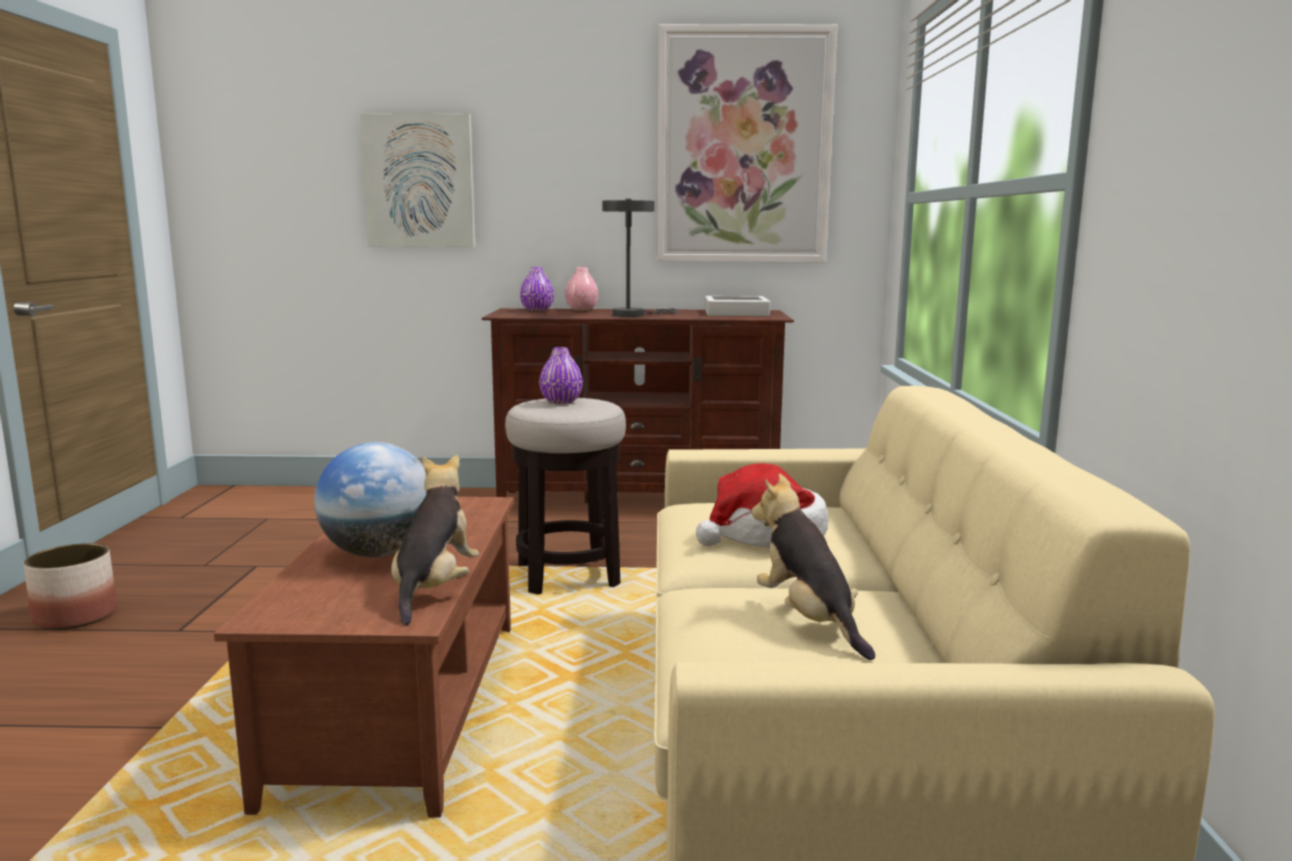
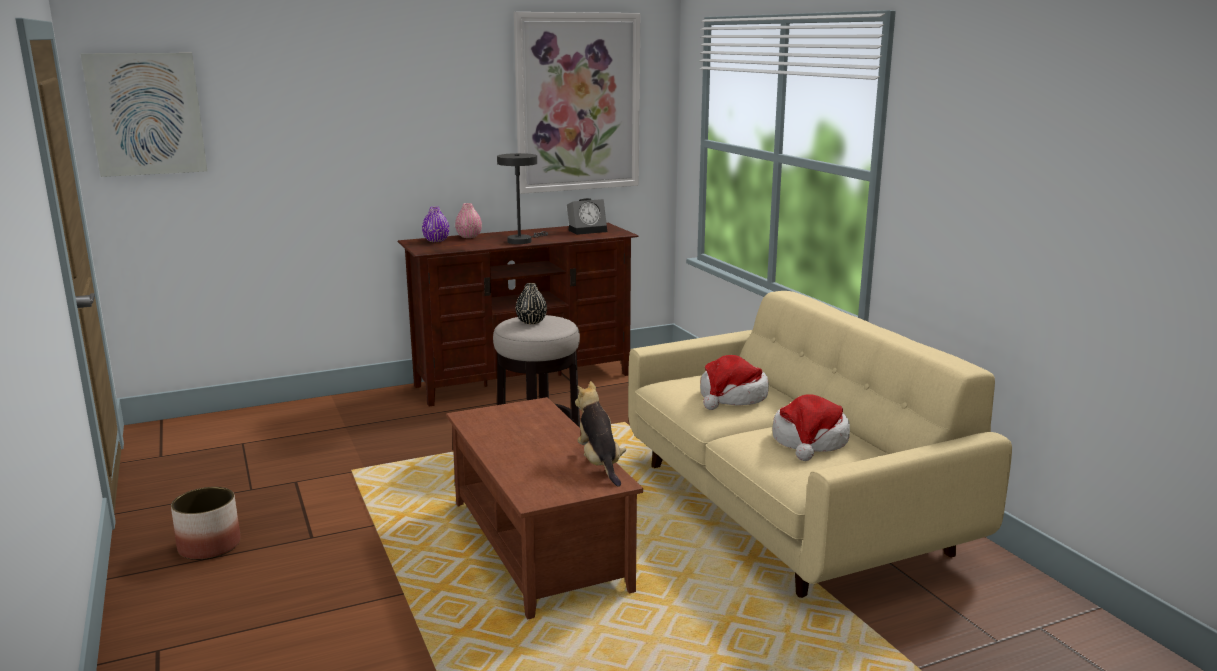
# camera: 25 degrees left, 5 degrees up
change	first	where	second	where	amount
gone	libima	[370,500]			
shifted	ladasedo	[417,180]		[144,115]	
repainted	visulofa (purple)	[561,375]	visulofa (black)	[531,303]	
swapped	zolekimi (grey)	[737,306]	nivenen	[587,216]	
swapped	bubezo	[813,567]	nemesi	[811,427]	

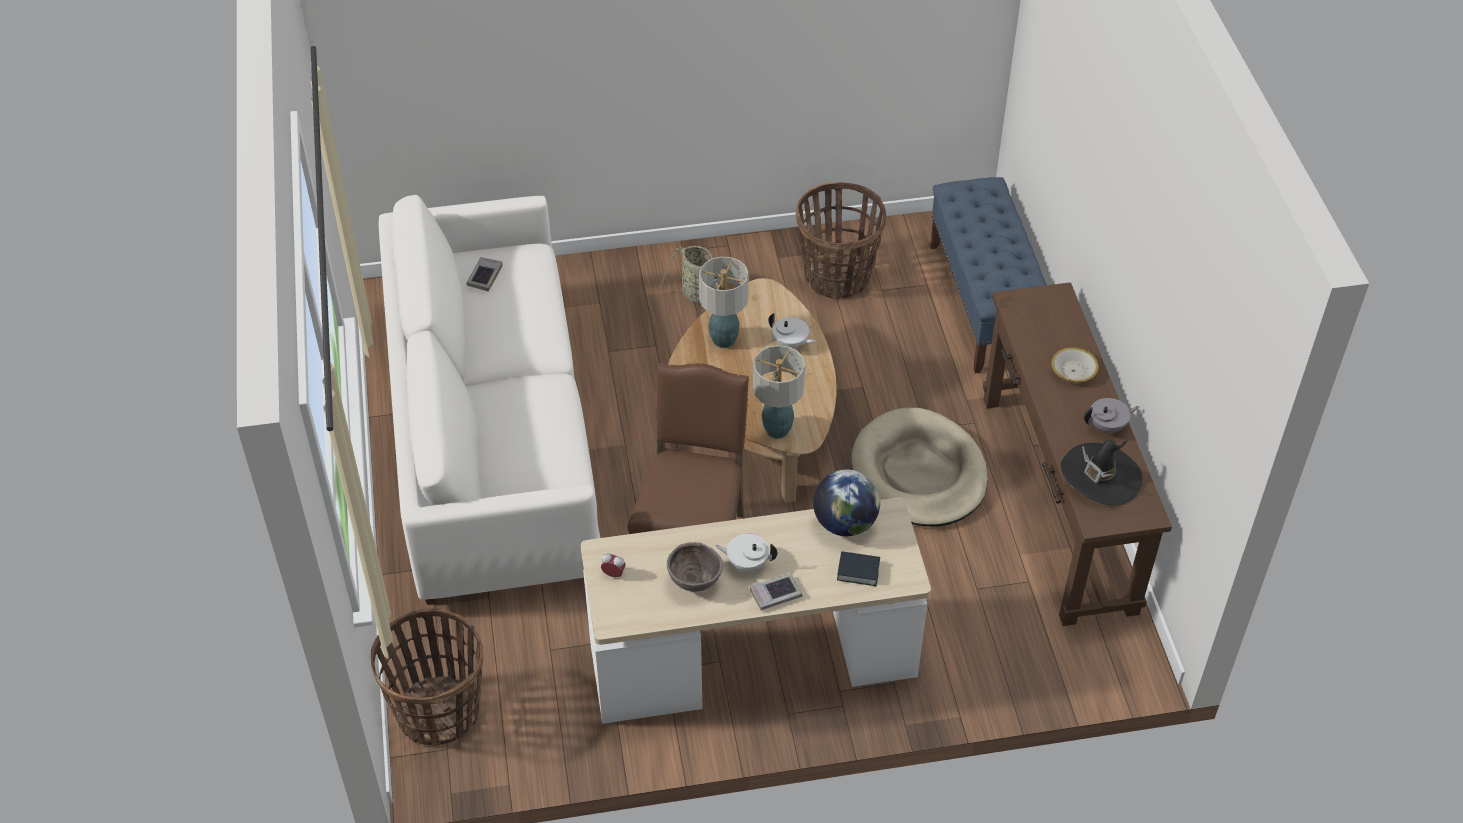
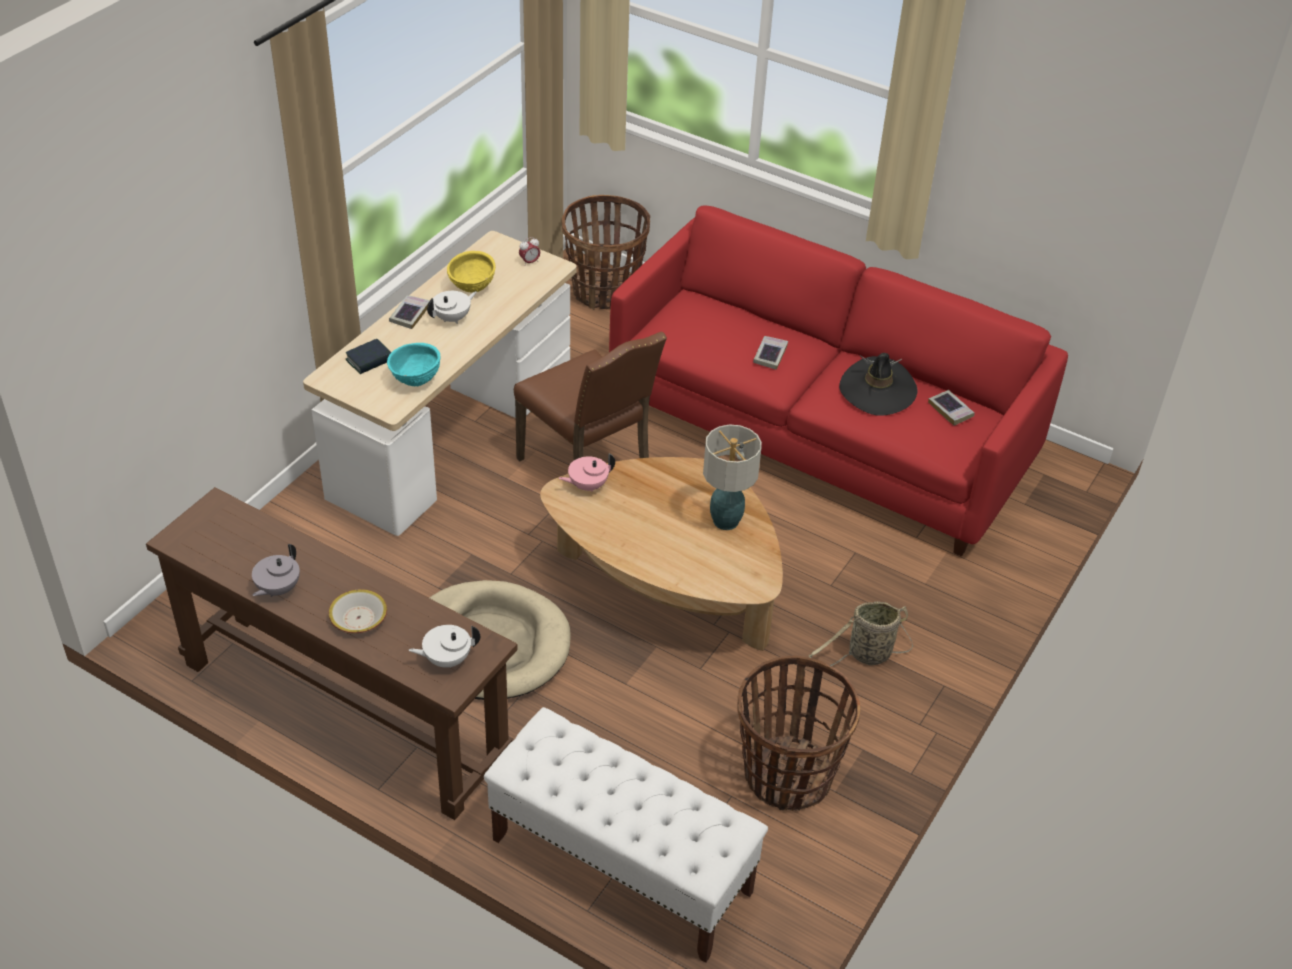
# camera: 130 degrees right, 5 degrees down
change	first	where	second	where	amount
repainted	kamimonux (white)	[489,400]	kamimonux (red)	[838,381]	
repainted	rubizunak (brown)	[695,567]	rubizunak (yellow)	[471,272]	
swapped	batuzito	[779,392]	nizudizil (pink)	[587,472]	
shifted	nizudizil (white)	[792,331]		[444,646]	
swapped	libima	[846,502]	rubizunak (turquoise)	[414,364]	
repainted	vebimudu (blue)	[988,275]	vebimudu (white)	[626,835]	
shifted	nemesi (black)	[1102,472]		[878,384]	
new			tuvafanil	[770,353]	

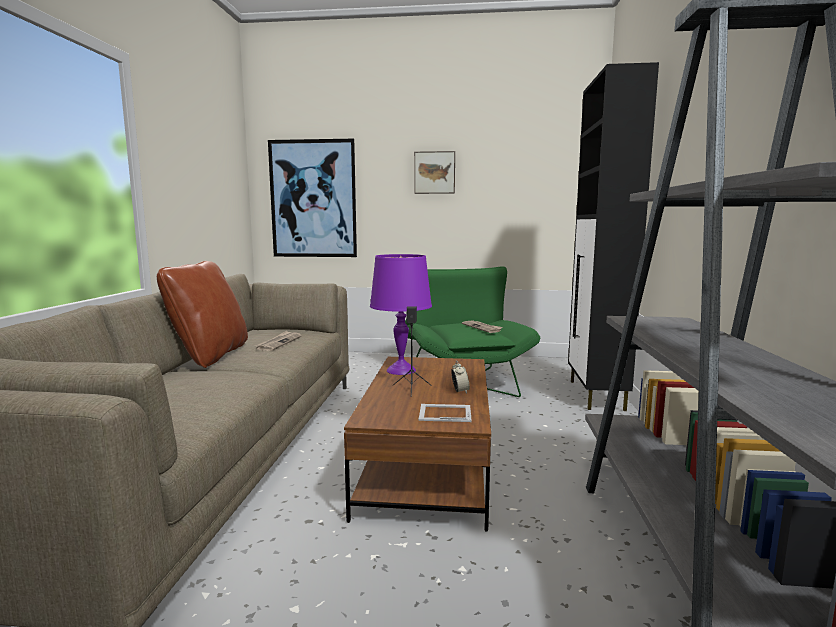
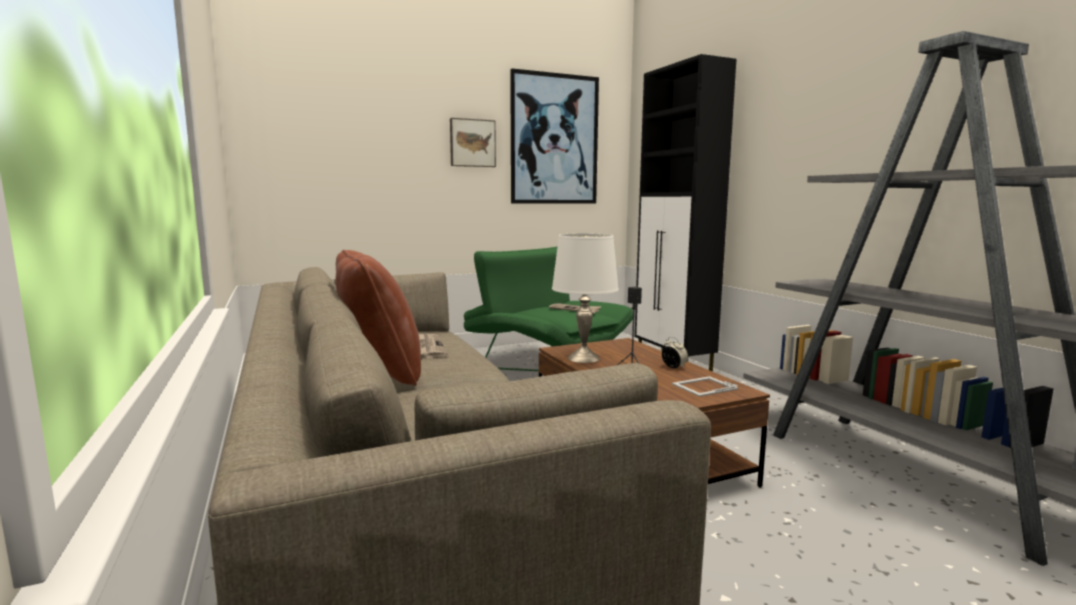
# camera: 30 degrees left, 0 degrees up
change	first	where	second	where	amount
shifted	ladasedo	[312,198]		[554,136]	
repainted	batuzito (purple)	[401,314]	batuzito (white)	[585,298]	

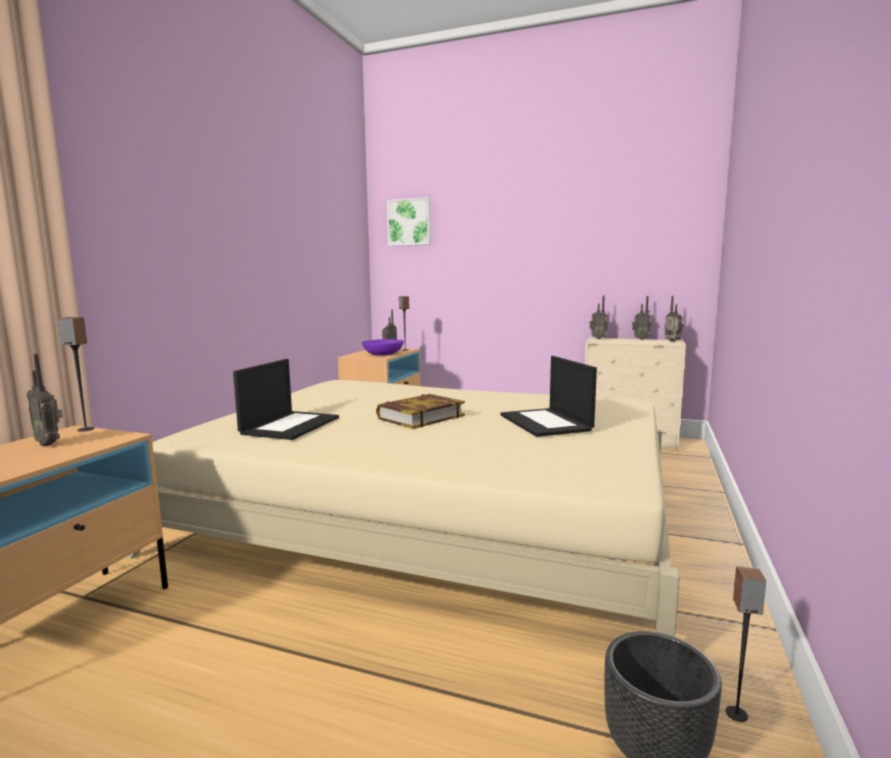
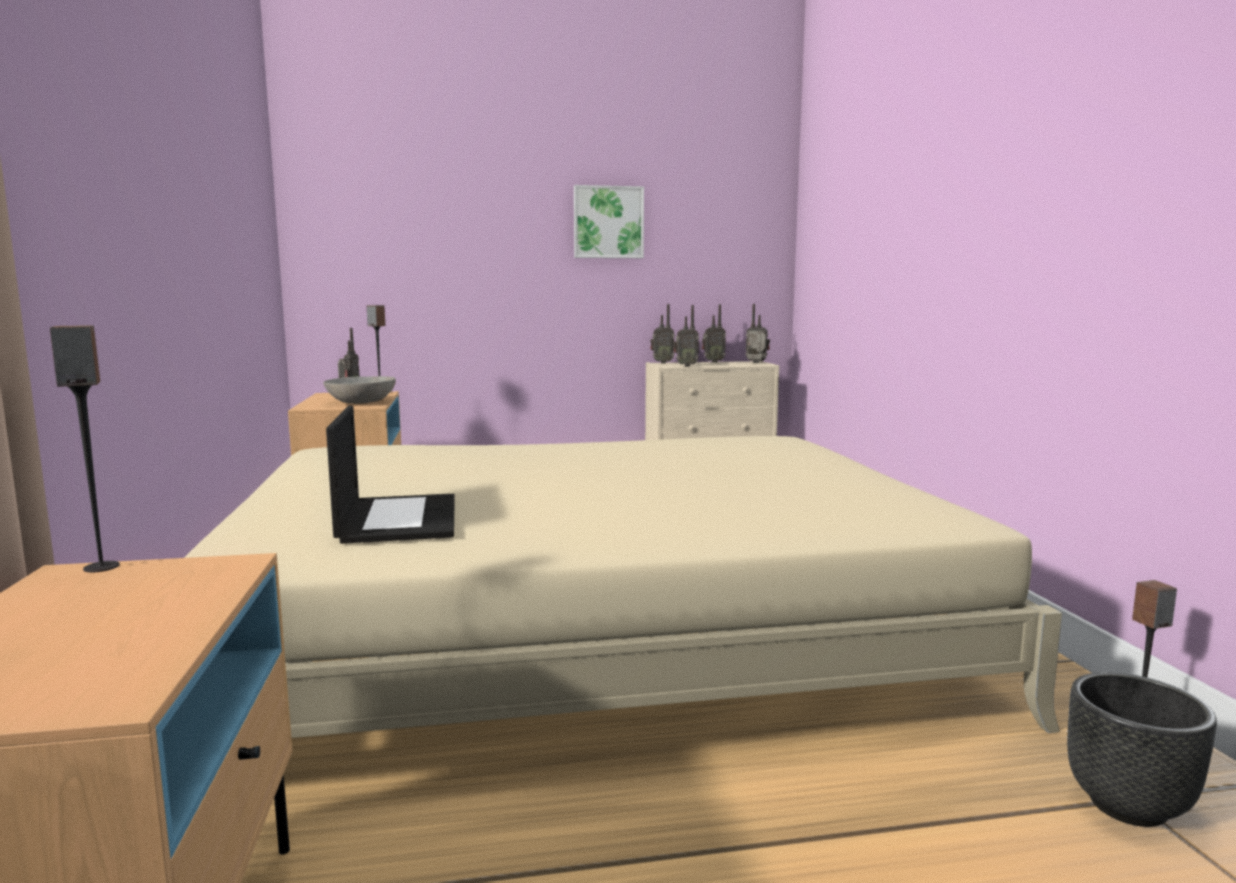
# camera: 30 degrees left, 0 degrees up
change	first	where	second	where	amount
shifted	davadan	[45,400]		[686,335]	
repainted	rubizunak (purple)	[383,347]	rubizunak (grey)	[359,390]	
gone	tuvafanil	[420,411]			
shifted	ladasedo	[409,221]		[609,221]	
gone	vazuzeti	[548,396]			

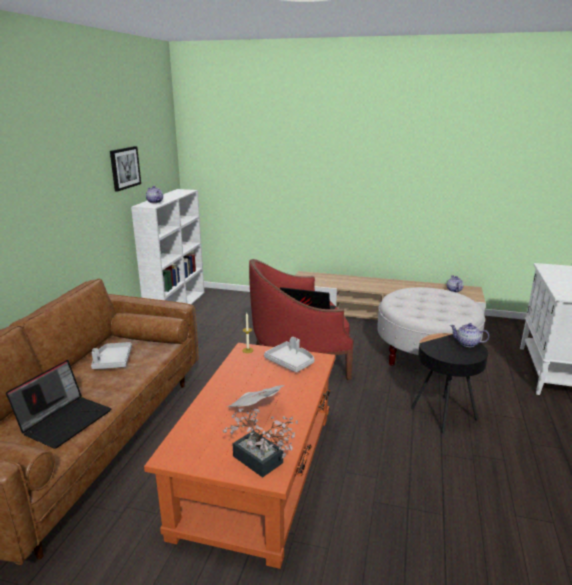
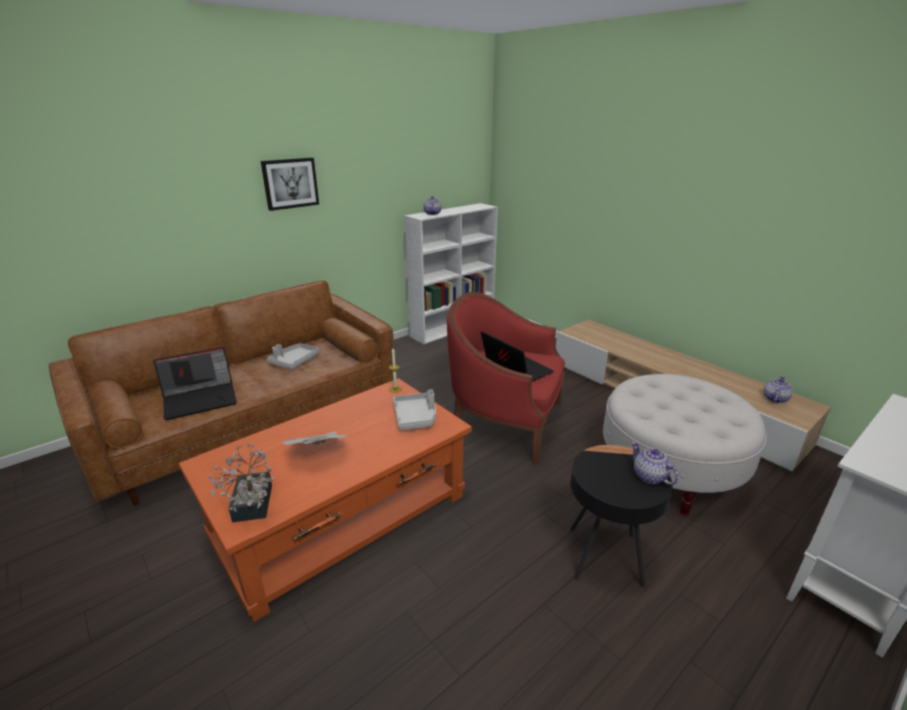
# camera: 35 degrees right, 5 degrees up
change	first	where	second	where	amount
shifted	ladasedo	[125,168]		[290,184]	

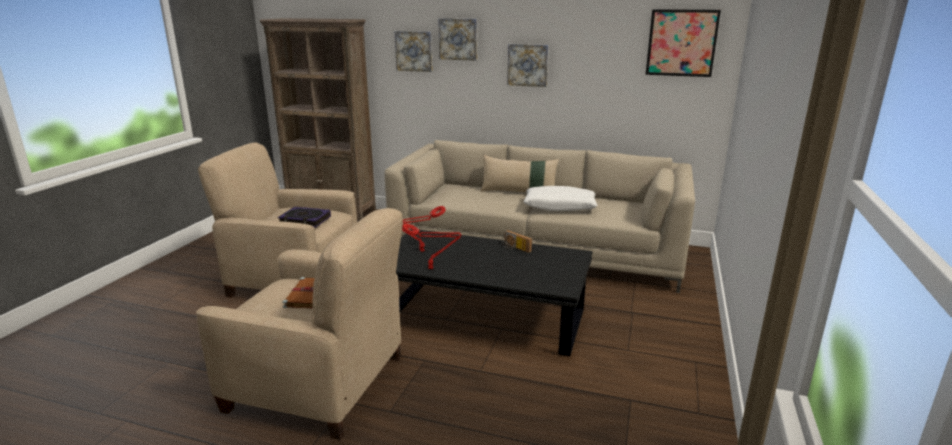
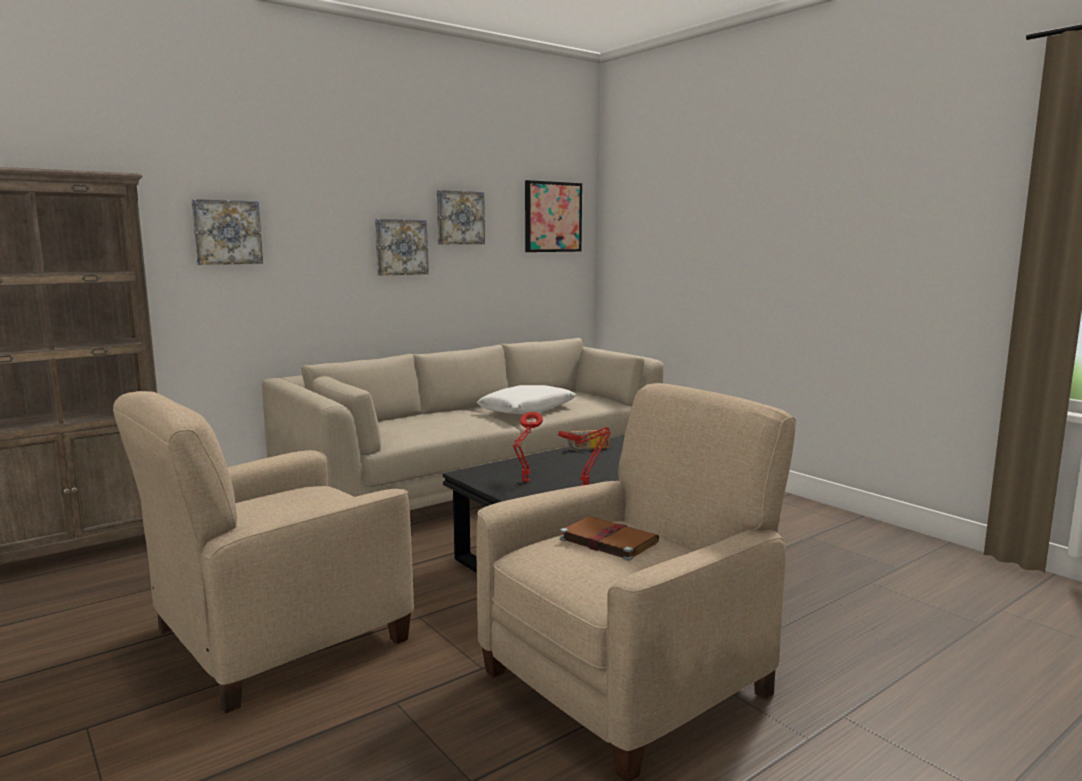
# camera: 55 degrees left, 10 degrees down
change	first	where	second	where	amount
gone	tuvafanil	[304,217]			
shifted	ladasedo	[457,39]		[461,217]	
gone	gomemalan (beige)	[520,173]			

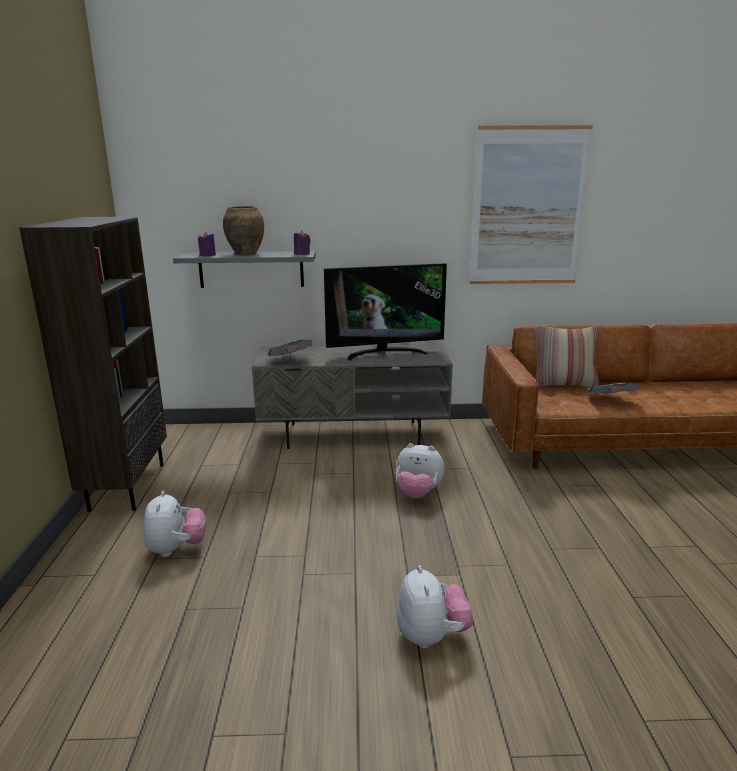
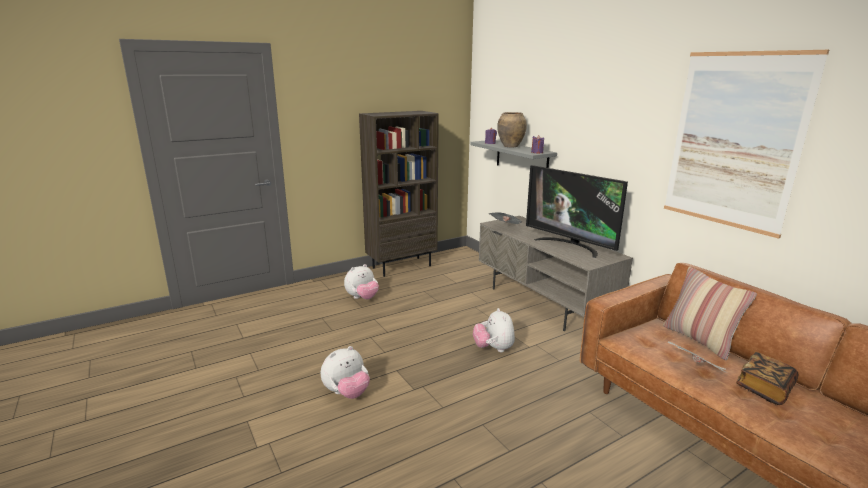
# camera: 60 degrees right, 0 degrees up
change	first	where	second	where	amount
new			tuvafanil	[767,378]	

